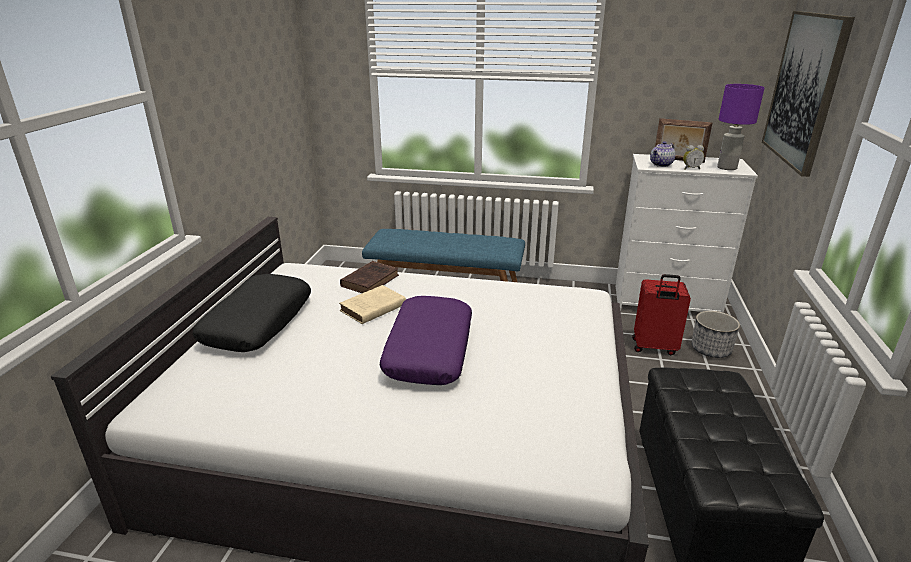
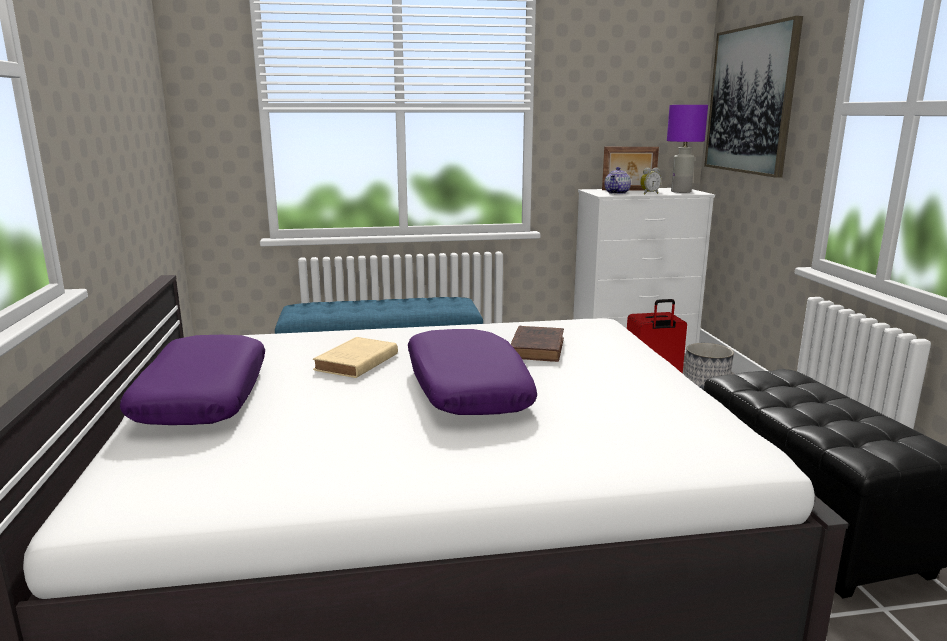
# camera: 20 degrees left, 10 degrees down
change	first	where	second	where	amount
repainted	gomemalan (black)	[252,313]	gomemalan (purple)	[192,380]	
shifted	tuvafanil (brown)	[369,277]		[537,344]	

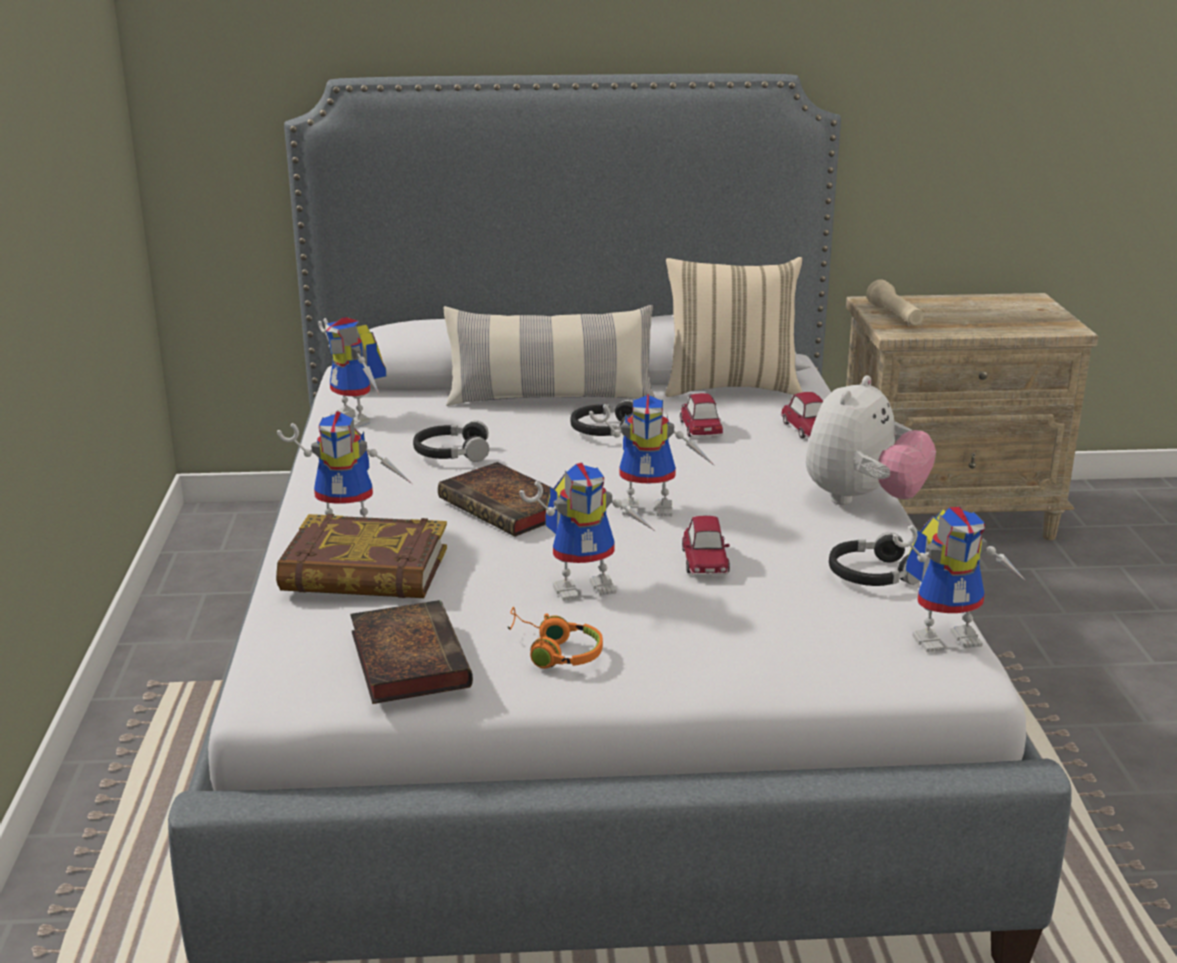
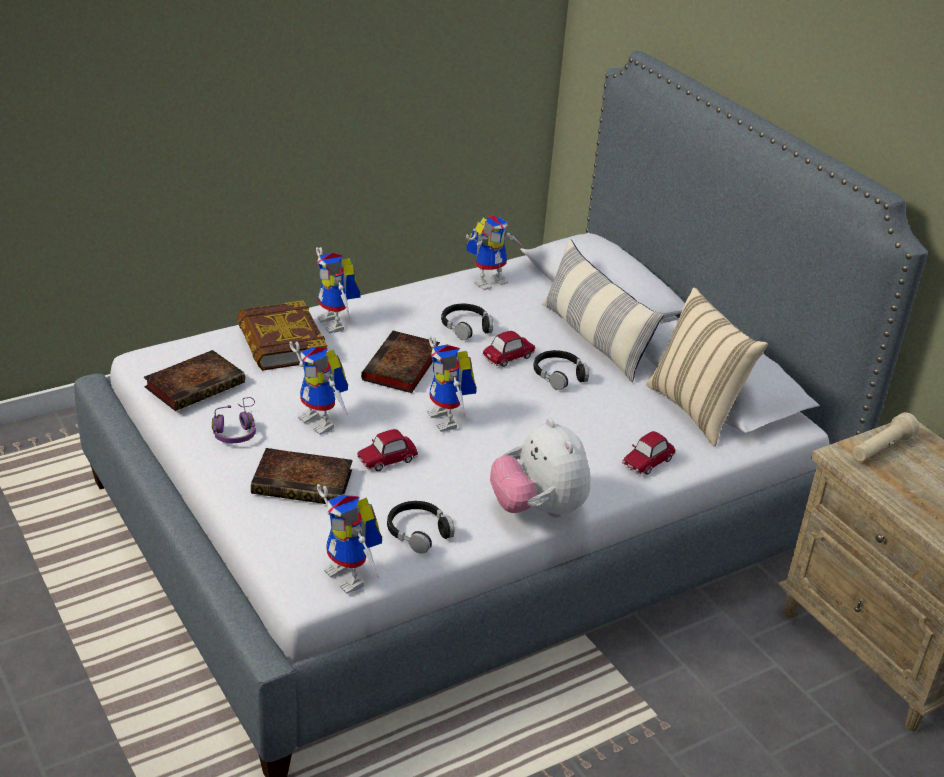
# camera: 60 degrees right, 10 degrees up
change	first	where	second	where	amount
rotated	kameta	[352,372]		[494,253]	150 degrees counterclockwise
repainted	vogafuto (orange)	[555,638]	vogafuto (purple)	[234,420]	
shifted	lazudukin	[701,415]		[508,349]	
rotated	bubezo	[871,440]		[540,468]	60 degrees clockwise
new			tuvafanil	[302,476]	

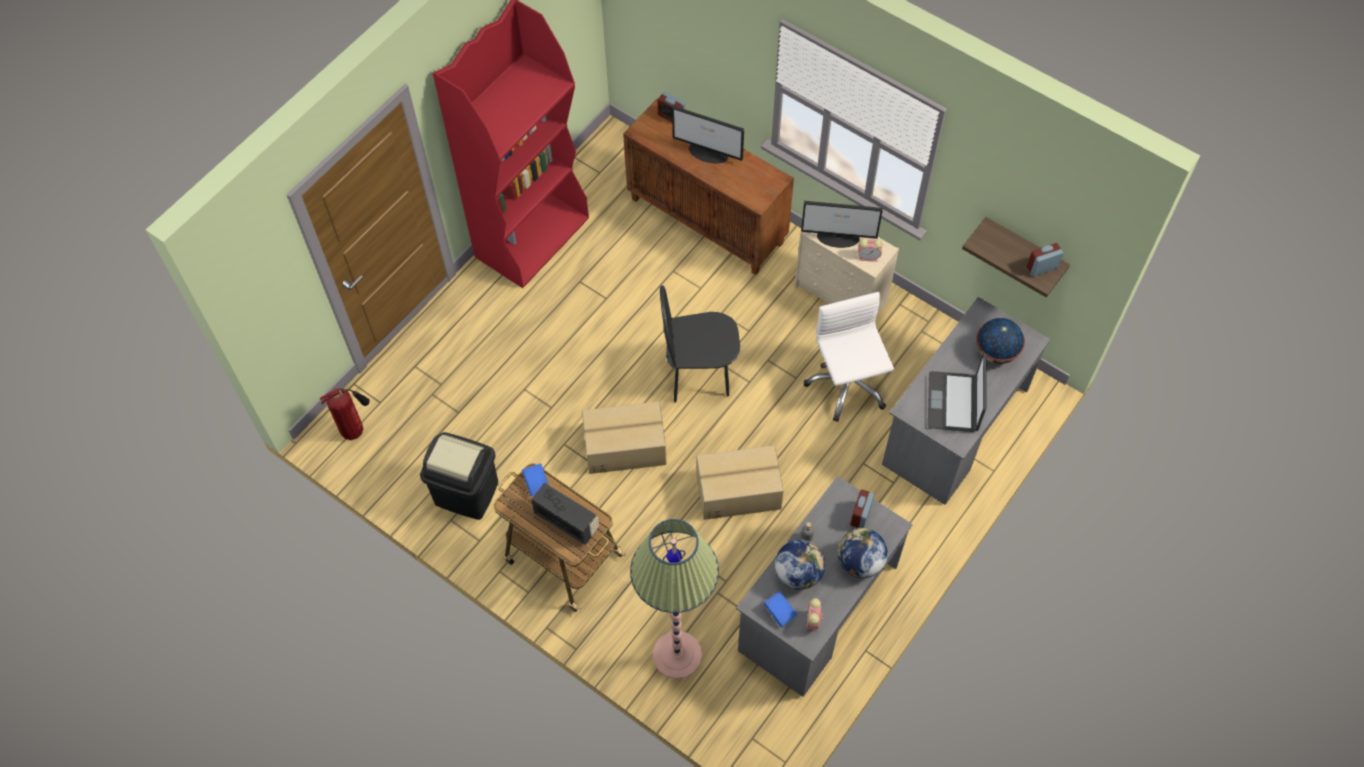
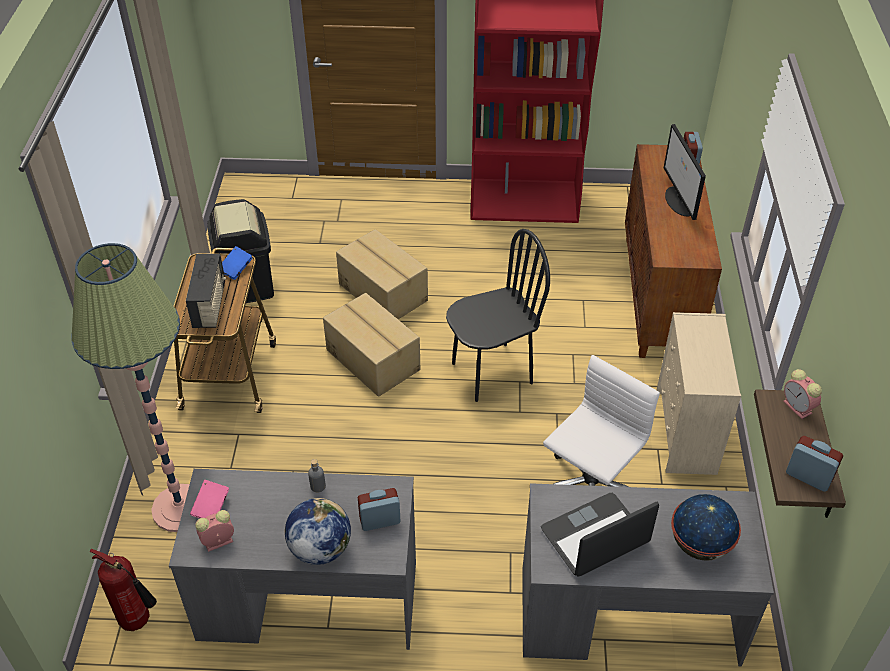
# camera: 55 degrees right, 15 degrees down
change	first	where	second	where	amount
shifted	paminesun	[345,414]		[123,590]	
rotated	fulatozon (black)	[700,344]		[498,315]	105 degrees clockwise
shifted	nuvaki	[740,482]		[382,274]	
repainted	tuvafanil (blue)	[780,609]	tuvafanil (pink)	[209,499]	
gone	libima	[800,564]			
gone	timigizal	[842,224]			
shifted	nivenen	[870,250]		[802,394]	

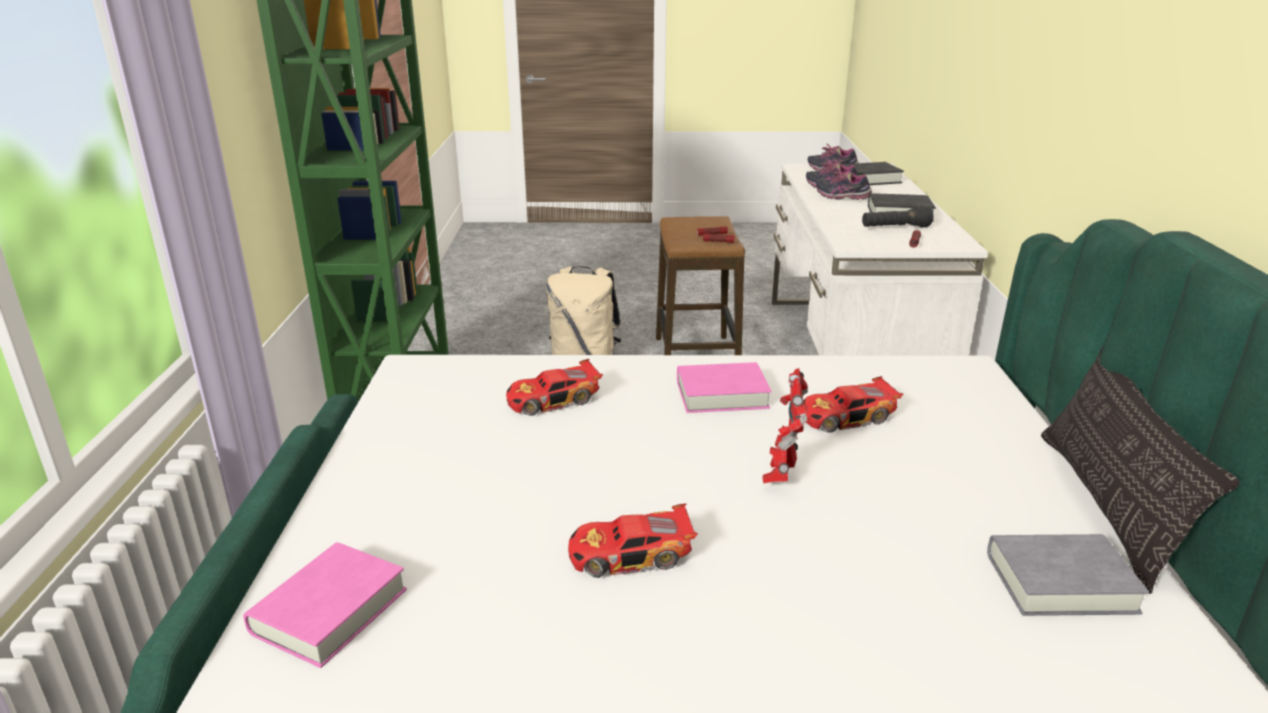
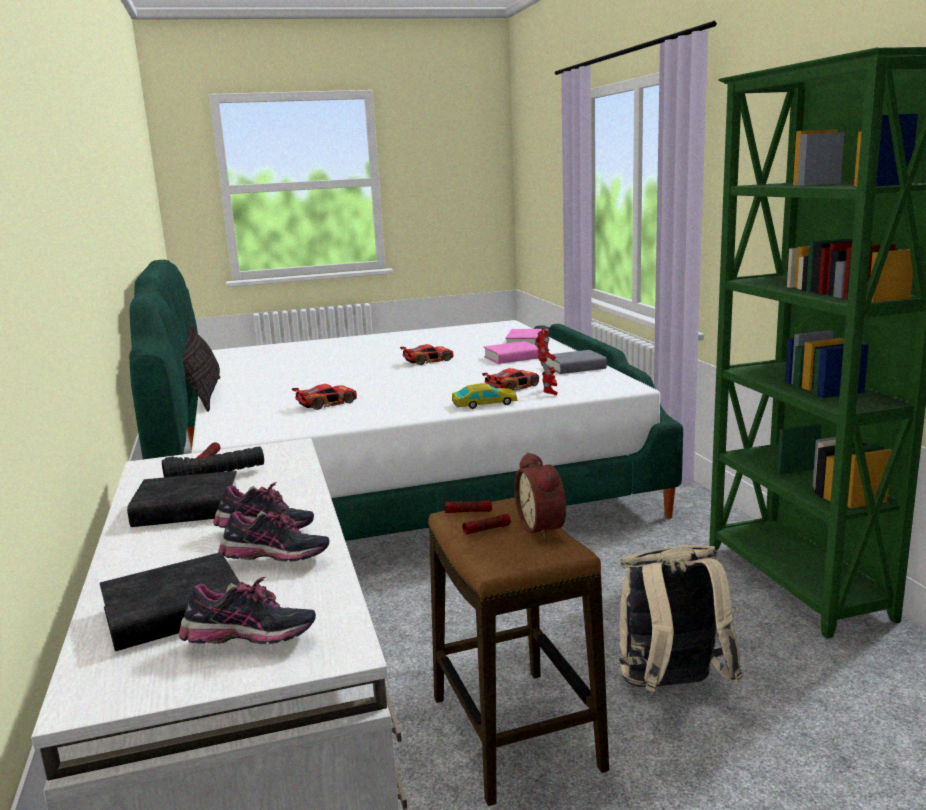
# camera: 165 degrees right, 10 degrees down
change	first	where	second	where	amount
shifted	tuvafanil (pink)	[724,387]		[511,352]	
shifted	kameta	[785,426]		[546,361]	
shifted	tuvafanil (grey)	[1068,575]		[577,362]	
new			lazudukin	[485,396]	
new			nivenen	[540,496]	

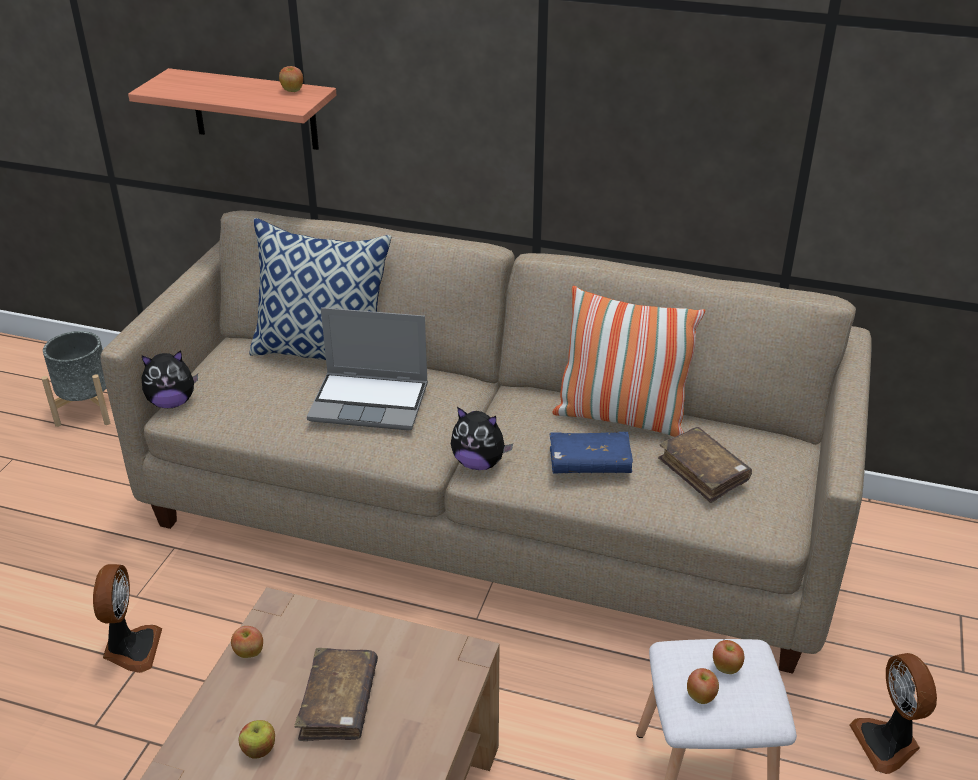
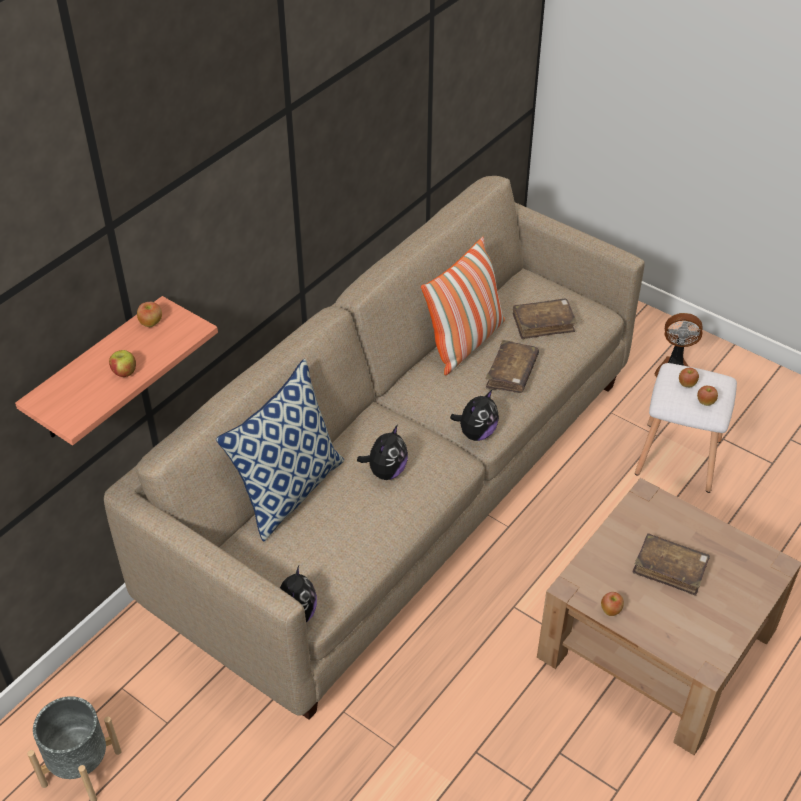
# camera: 70 degrees left, 10 degrees up
change	first	where	second	where	amount
gone	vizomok	[127,618]			
shifted	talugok	[257,739]		[122,363]	
swapped	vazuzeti	[367,369]	bubezo	[382,452]	
repainted	tuvafanil (blue)	[591,452]	tuvafanil (brown)	[512,366]	

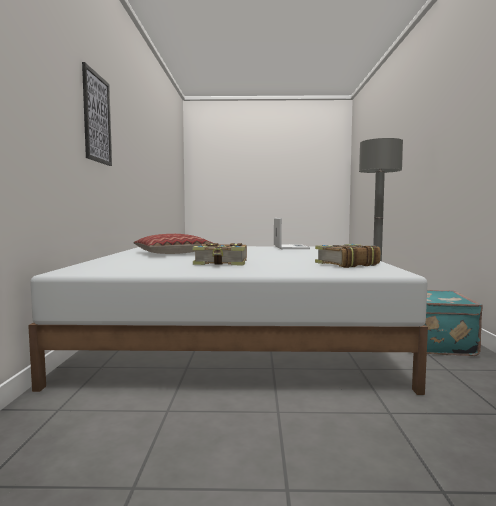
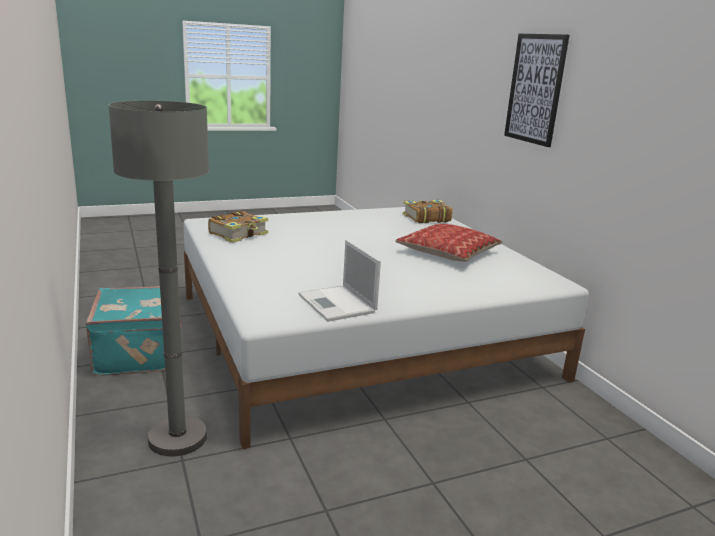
# camera: 155 degrees right, 15 degrees up
change	first	where	second	where	amount
shifted	tuvafanil	[220,254]		[428,211]	

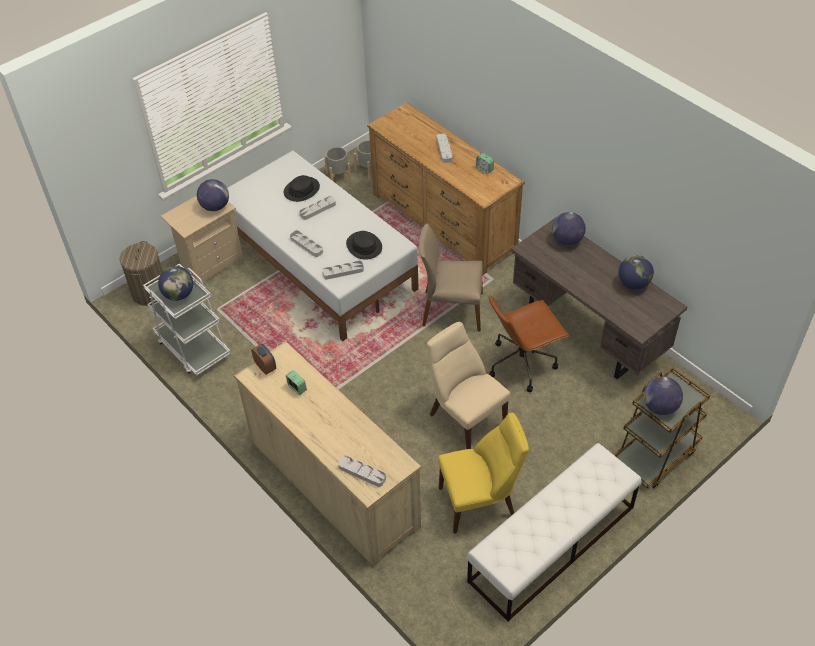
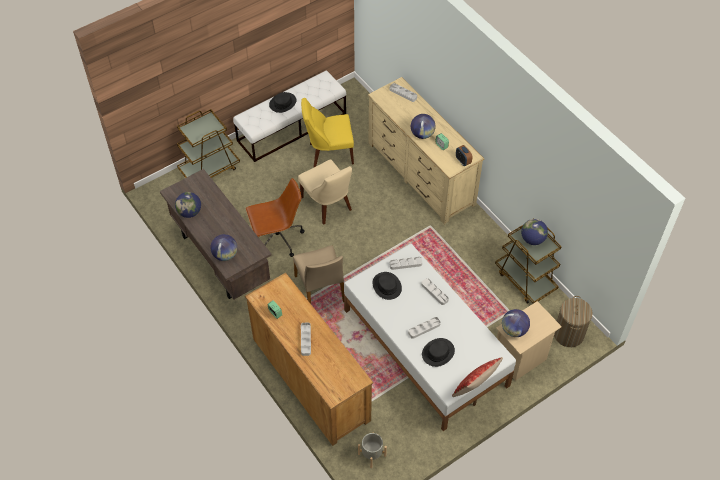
# camera: 175 degrees left, 5 degrees up
change	first	where	second	where	amount
repainted	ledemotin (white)	[187,320]	ledemotin (brown)	[528,260]	
gone	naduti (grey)	[337,164]			
rotated	fulatozon (beige)	[451,277]		[318,275]	60 degrees clockwise
shifted	libima	[663,396]		[423,126]	
new			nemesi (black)	[282,102]	
new			gomemalan	[477,377]	

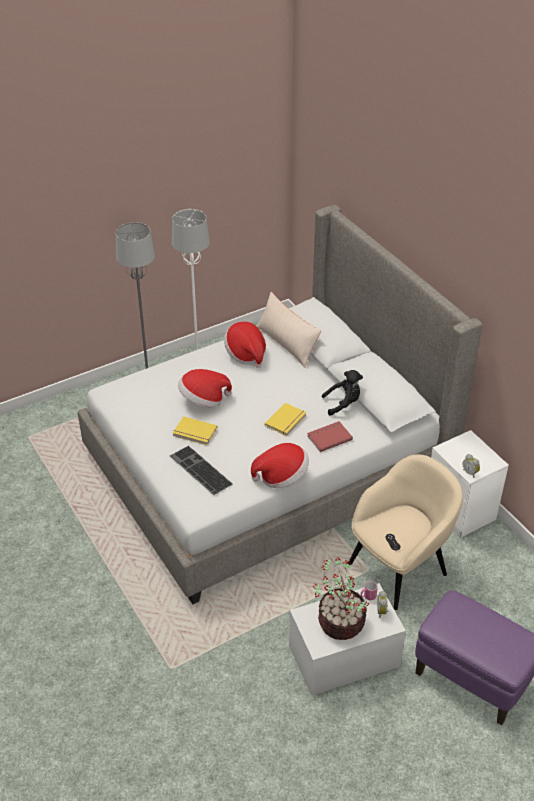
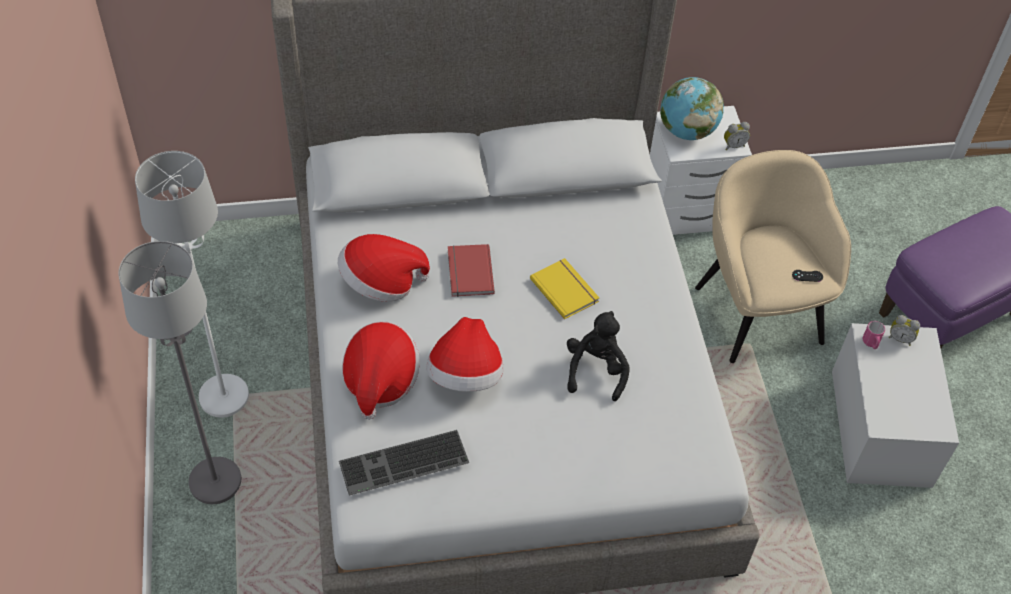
# camera: 70 degrees left, 10 degrees up
change	first	where	second	where	amount
shifted	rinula	[201,470]		[404,463]	
gone	tuvafanil (yellow)	[195,430]			
shifted	nemesi	[280,465]		[381,370]	
gone	gomemalan (beige)	[289,329]			
shifted	tuvafanil (red)	[330,436]		[471,270]	
gone	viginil	[341,598]			
shifted	bubezo (black)	[342,393]		[598,356]	
new			libima	[692,108]	

